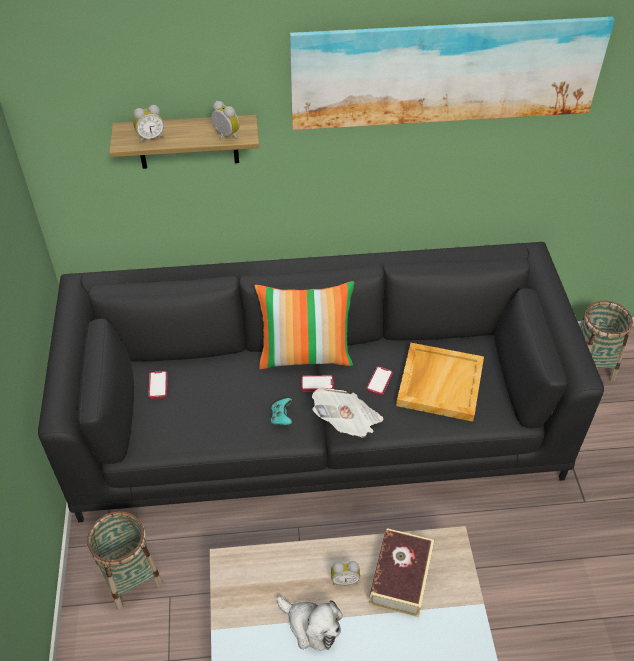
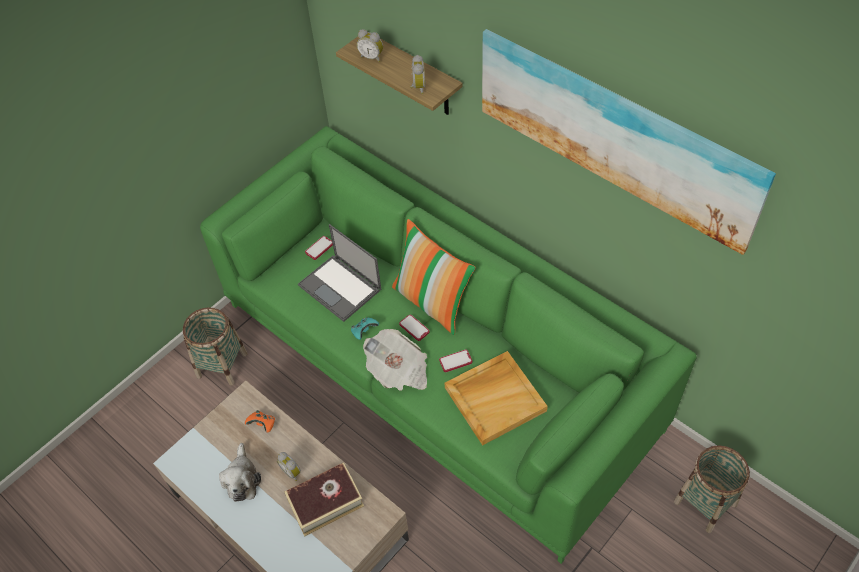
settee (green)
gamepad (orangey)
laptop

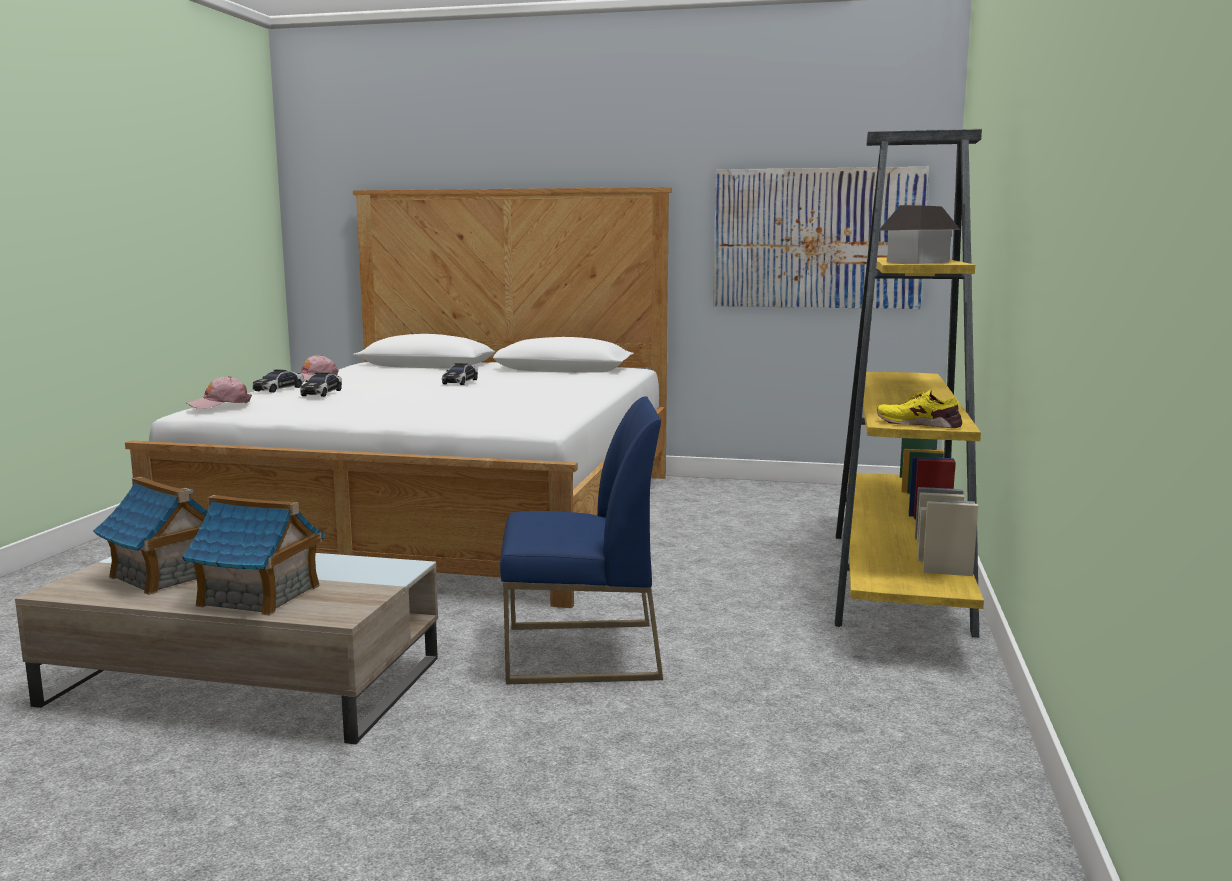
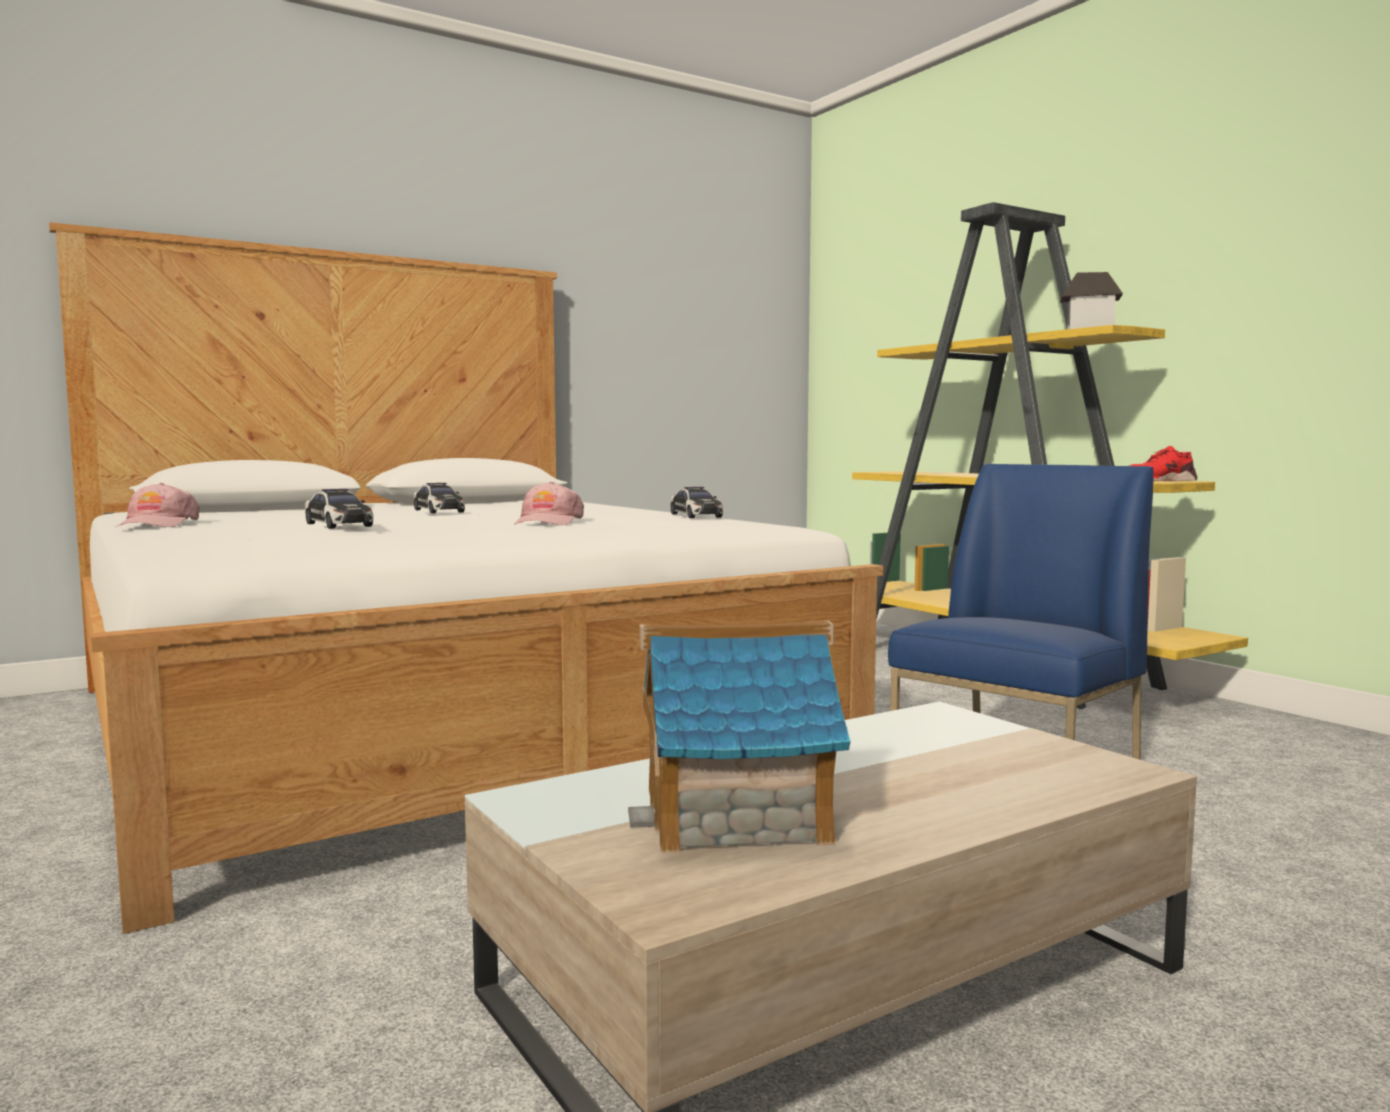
miniature house (no. 2 from left in the first image)
cap (pink-coloured) (no. 2 from left)
miniature car (no. 3 from left)
wall picture
low shoe (red)

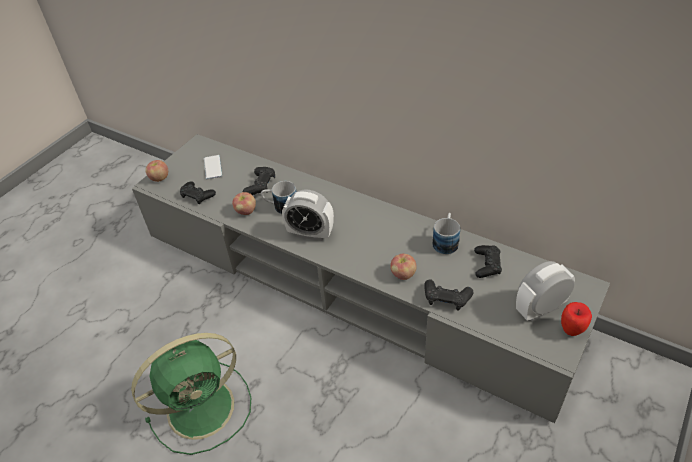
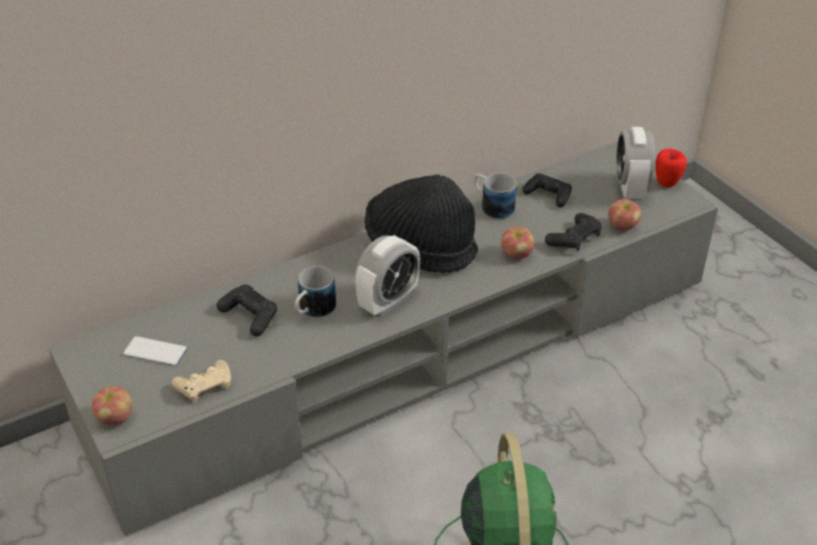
gamepad (beige-coloured)
apple fruit (no. 3 from left)
clothing hat (black)

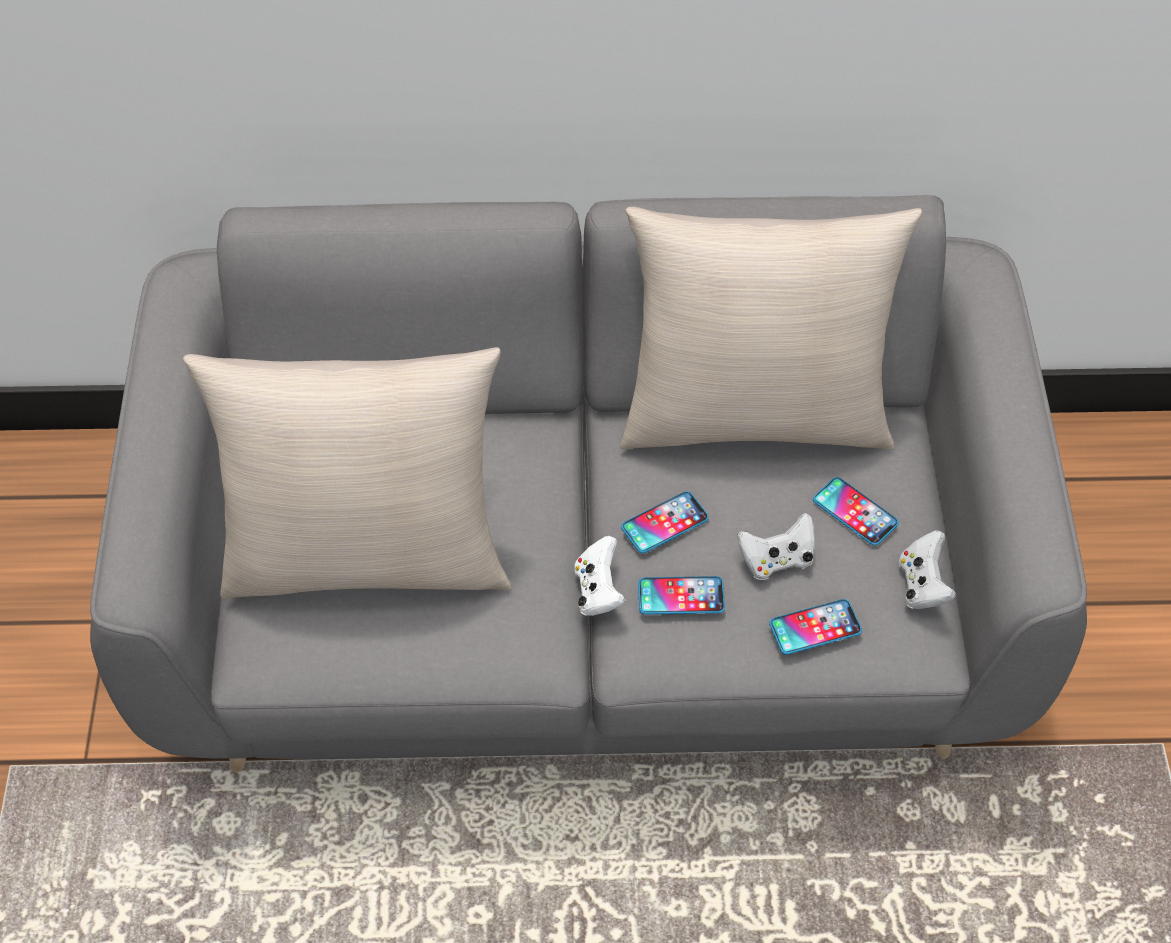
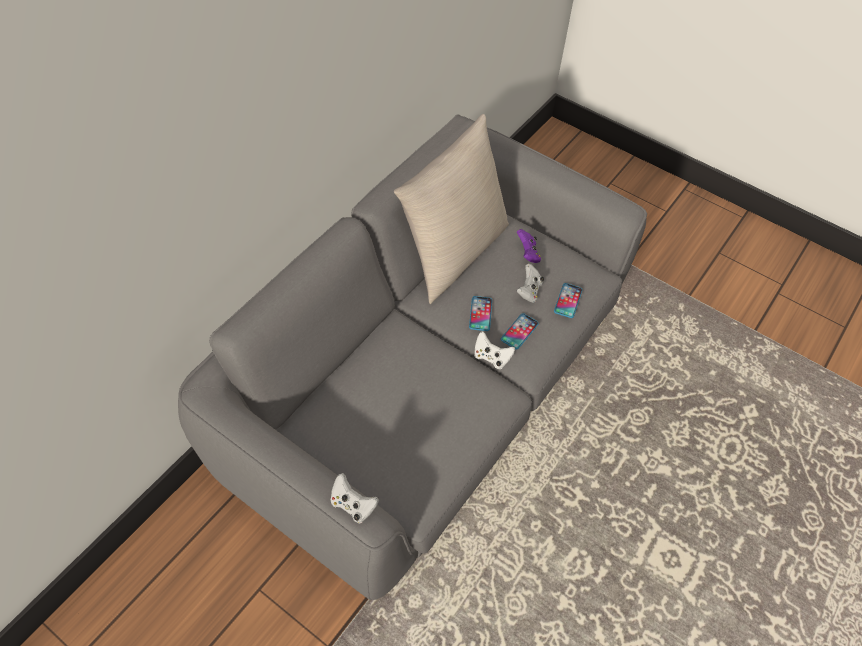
cushion (beige-coloured) (no. 1 from left in the first image)
gamepad (purple-coloured)
gamepad (white-coloured) (no. 1 from left)

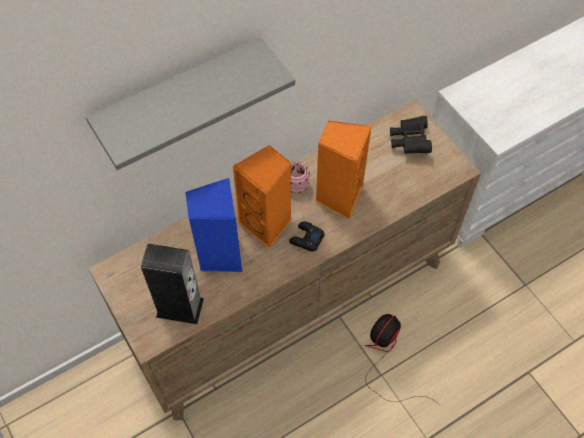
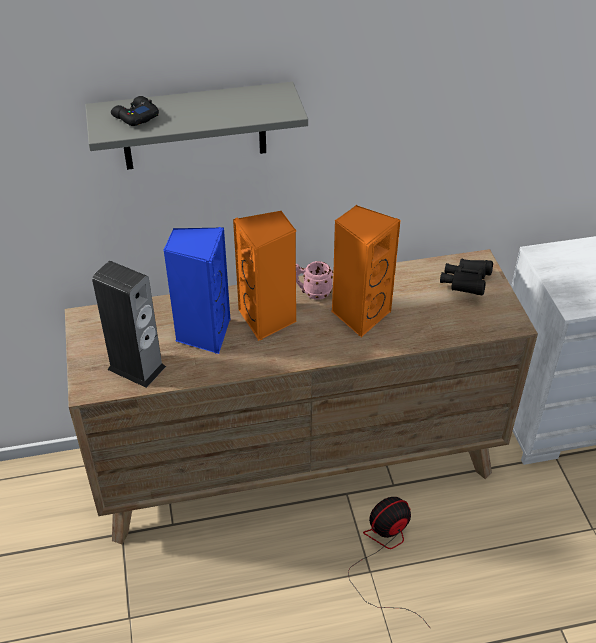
gamepad (black)

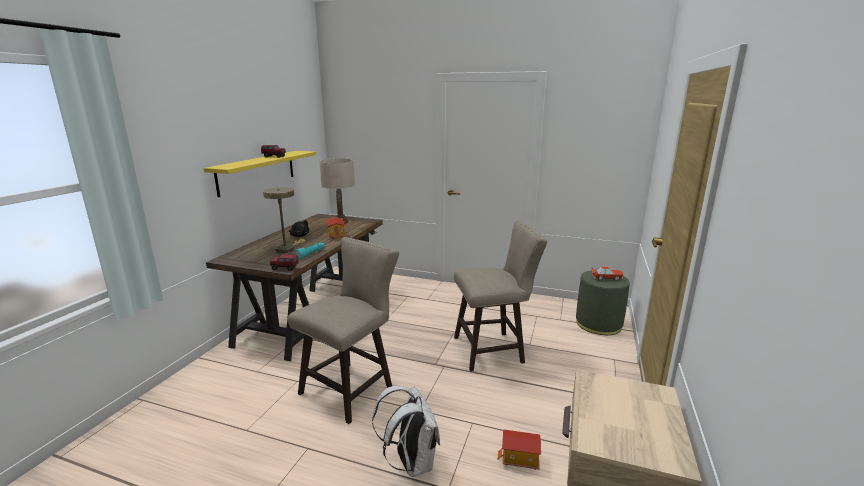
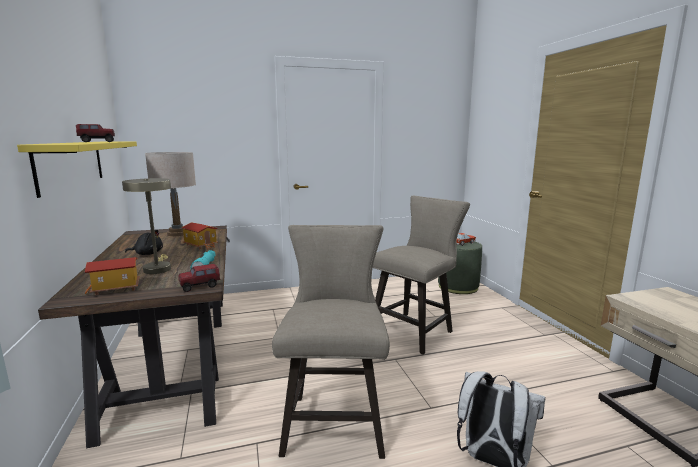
miniature house (no. 1 from left)

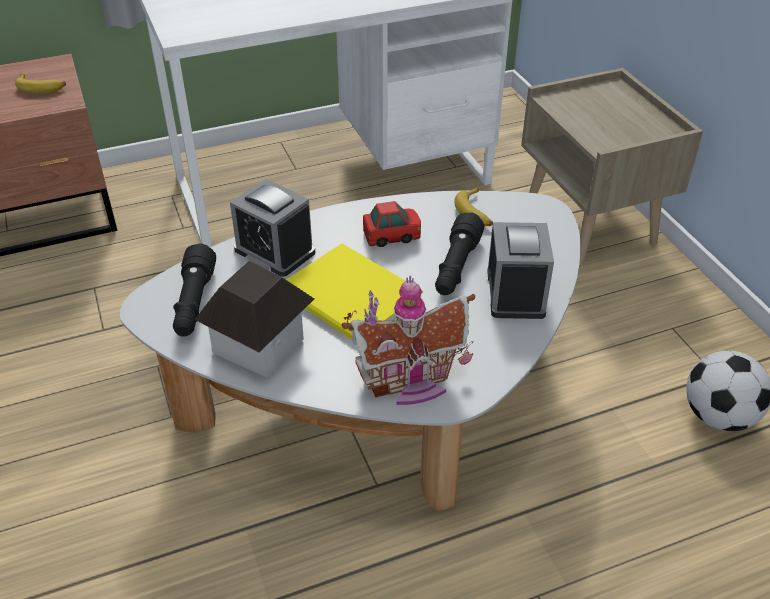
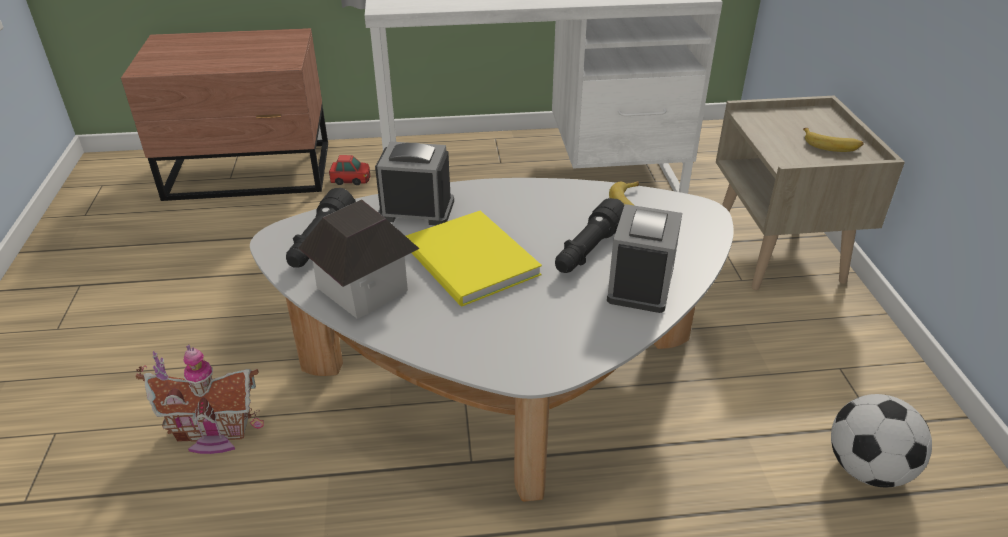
banana (no. 2 from left)
alarm clock (no. 1 from left)
miniature house (no. 1 from left)
miniature car

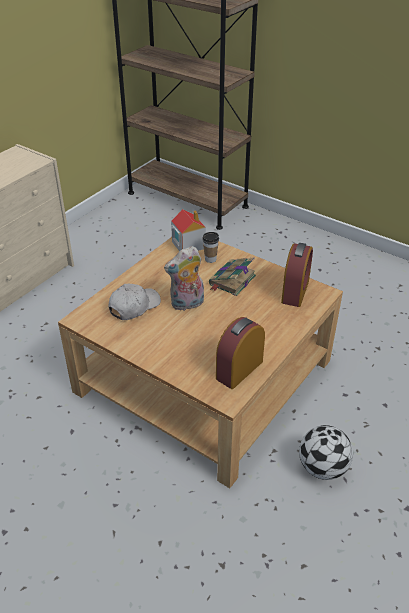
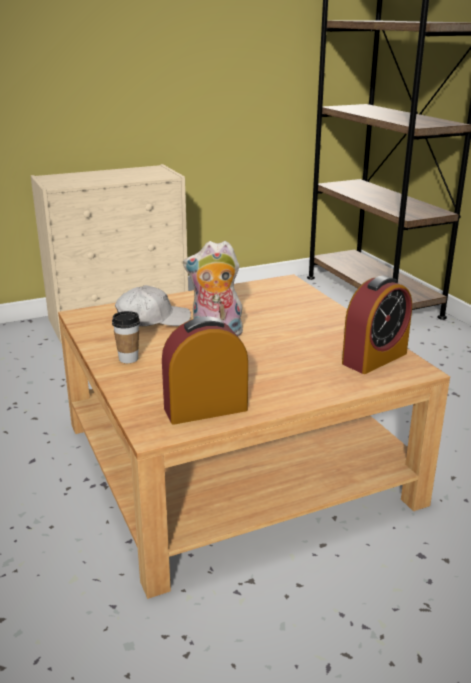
miniature house
drinking cup
bound book
ball for football

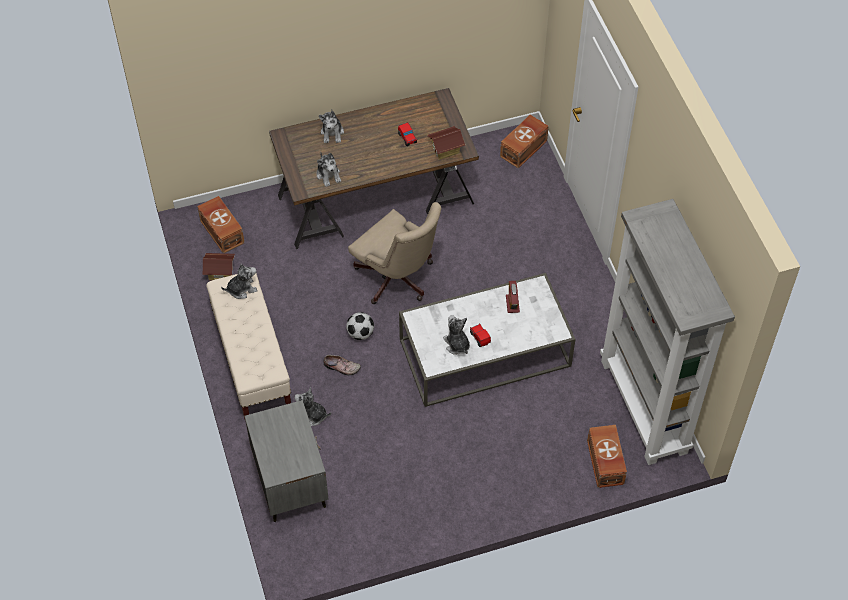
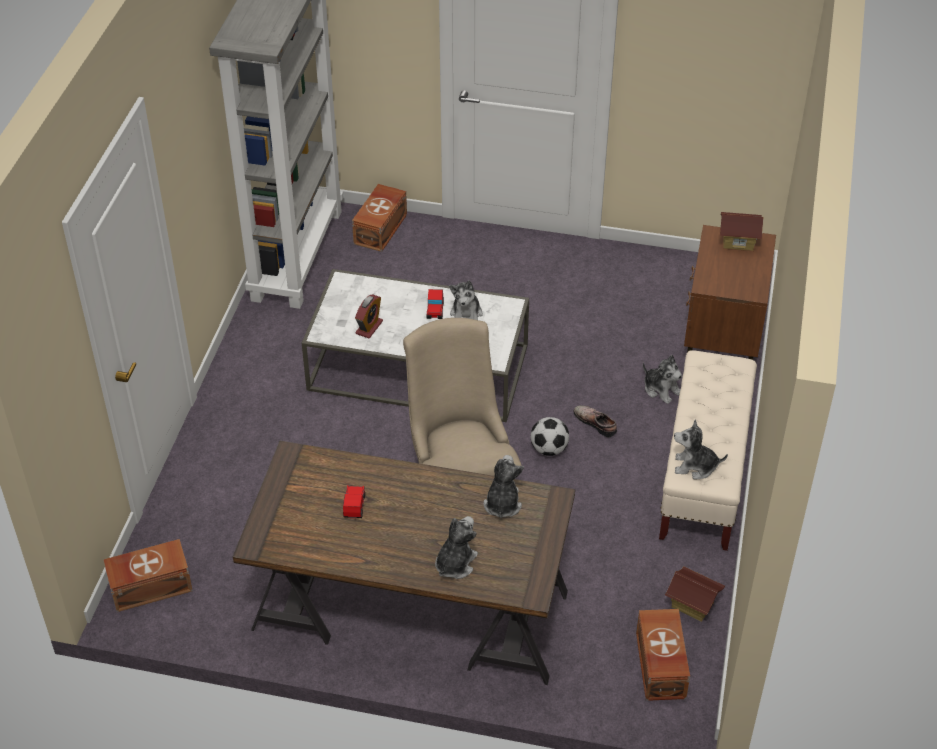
night table (brownish)
miniature house (no. 2 from left)

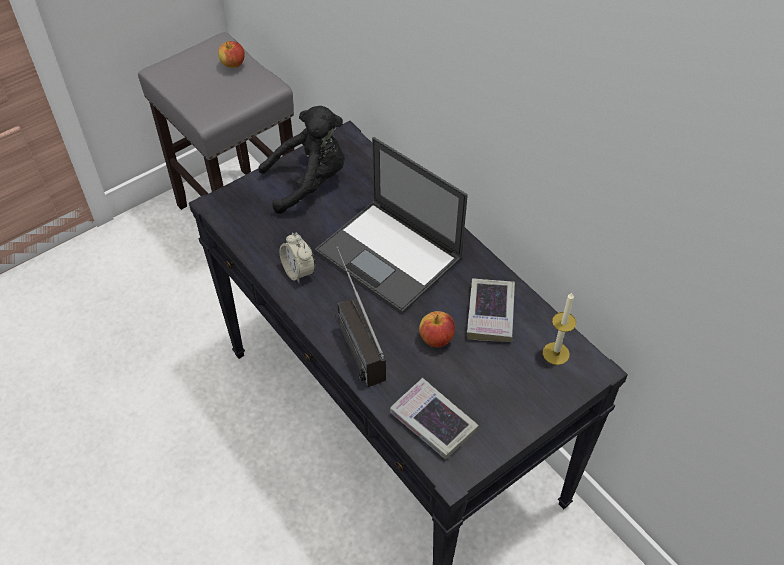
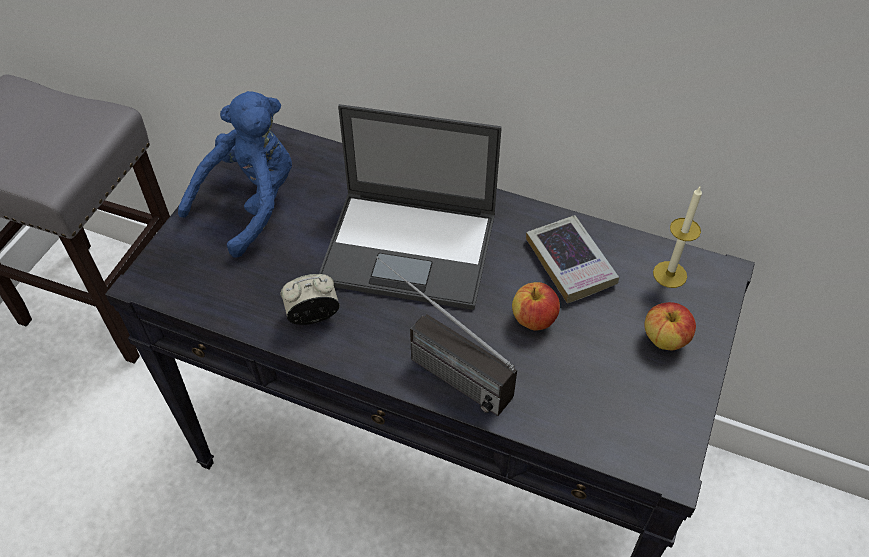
apple fruit (no. 2 from left)
plush toy (blue)
alarm clock
bound book (no. 1 from left in the first image)

